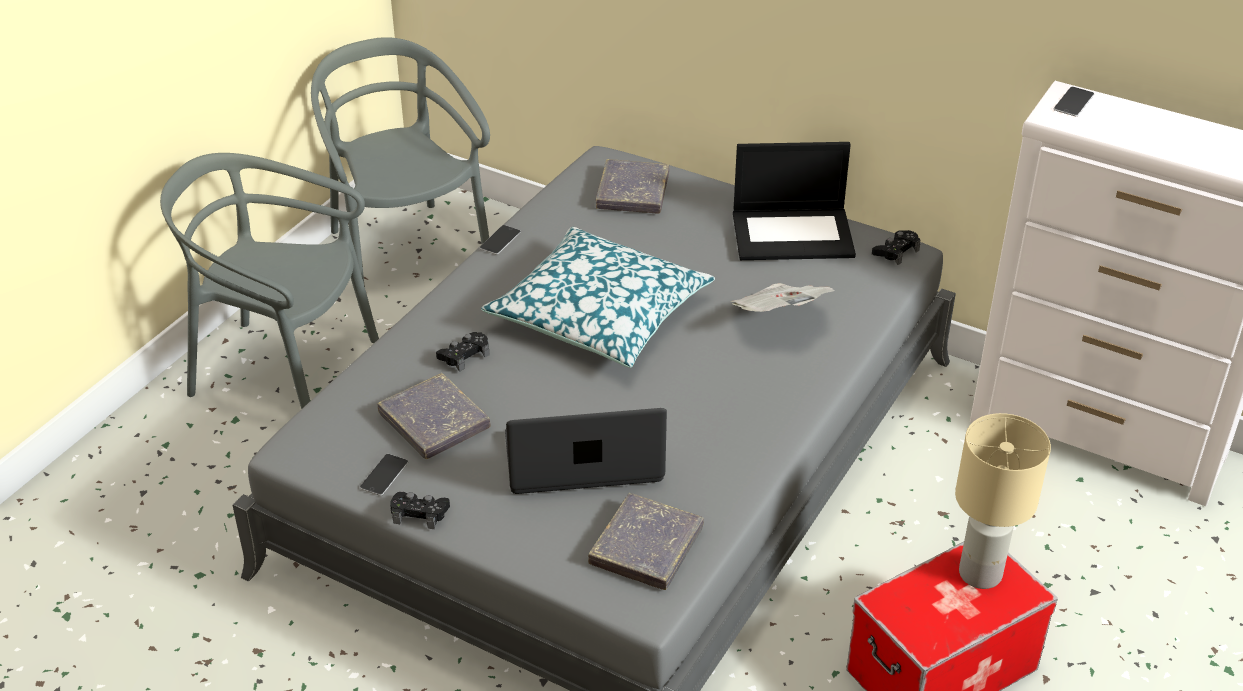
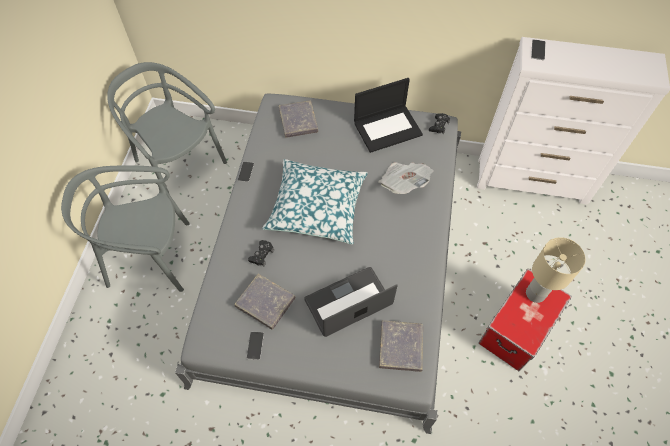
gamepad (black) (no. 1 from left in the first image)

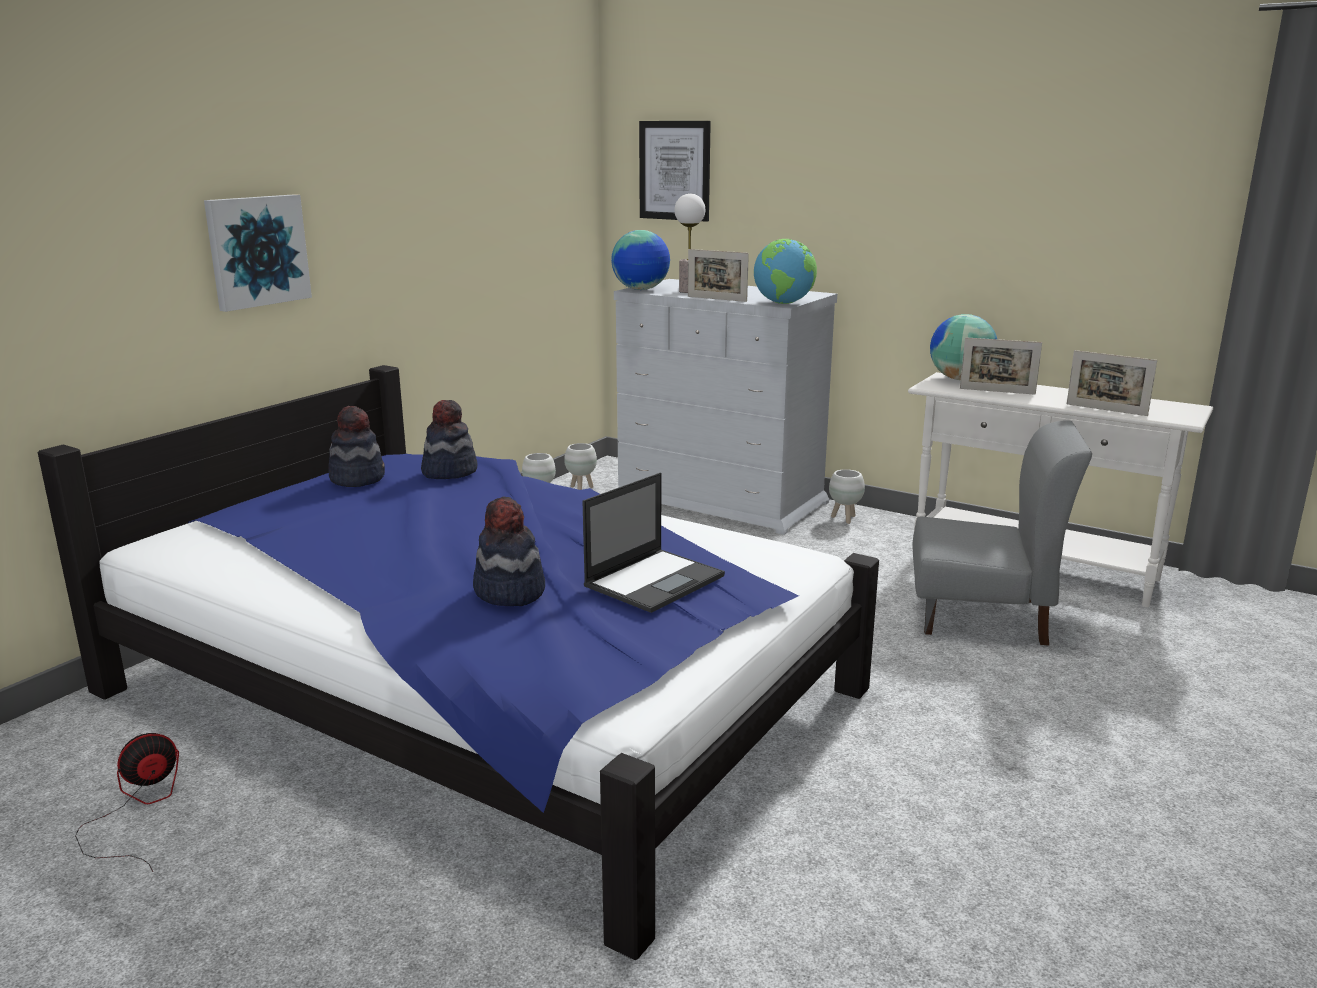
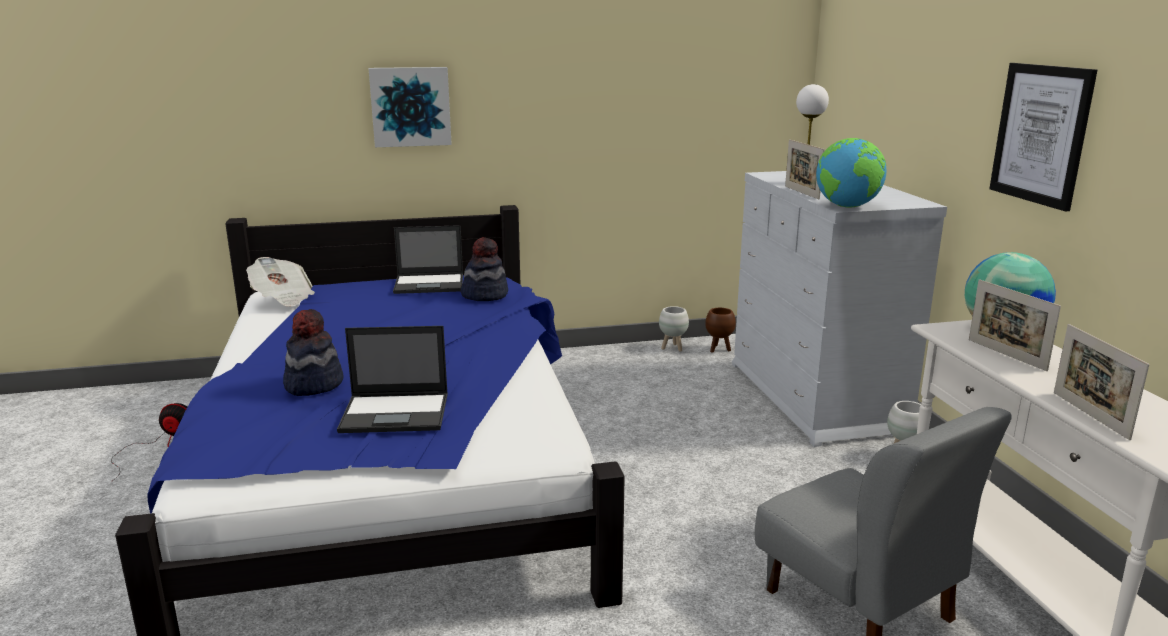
laptop (no. 2 from left)
flower pot (brownish)
desk globe (no. 1 from left in the first image)
wall picture (no. 2 from left)
daily paper

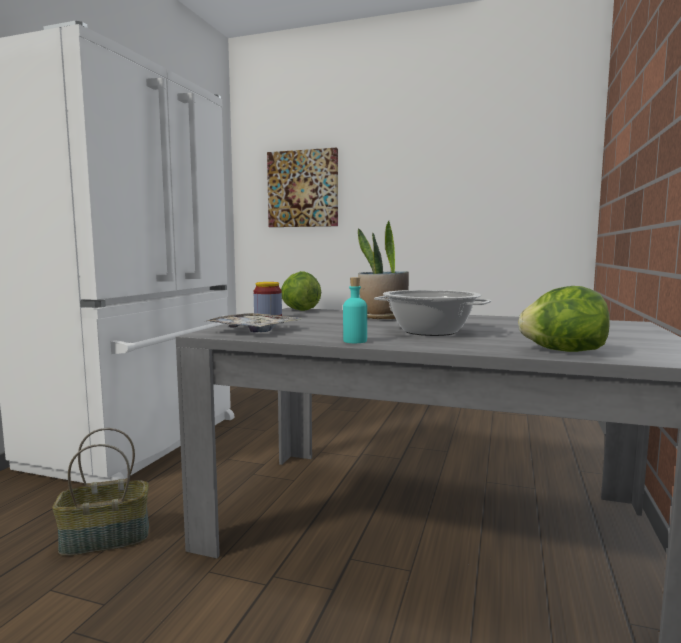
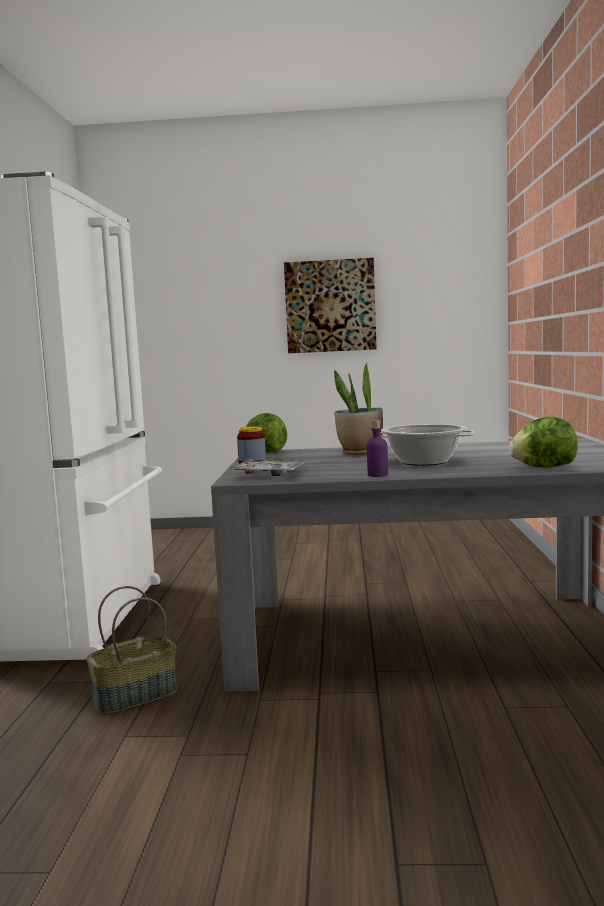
wall picture
beverage bottle (purple-coloured)

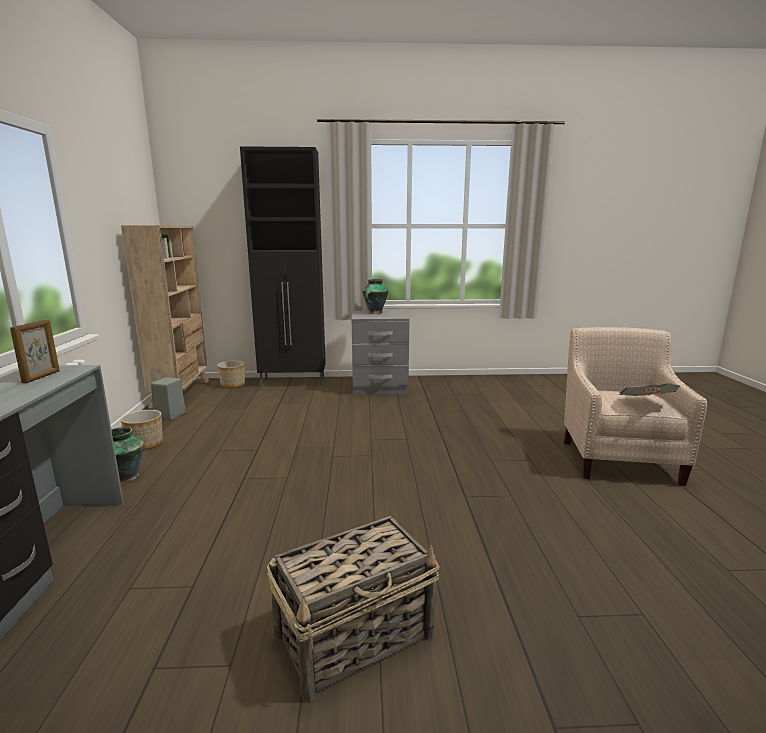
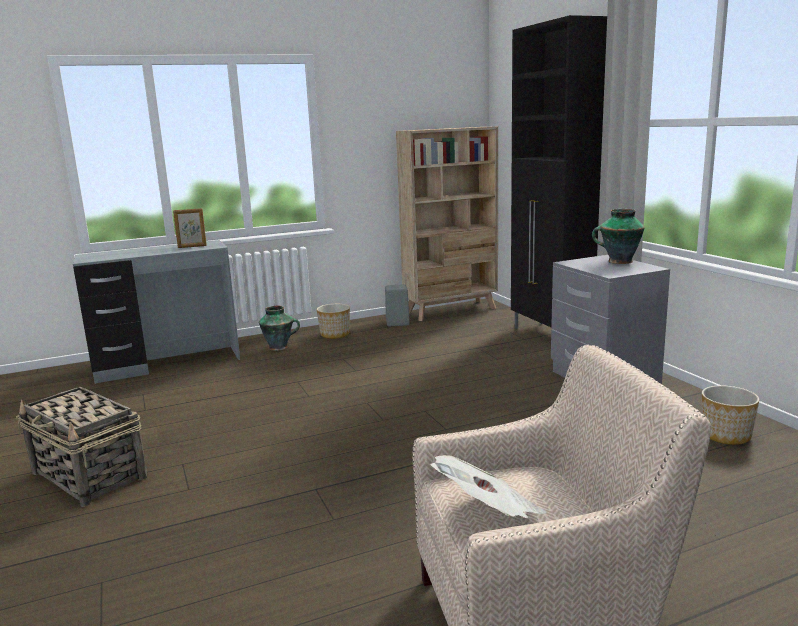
flower pot (no. 2 from left)

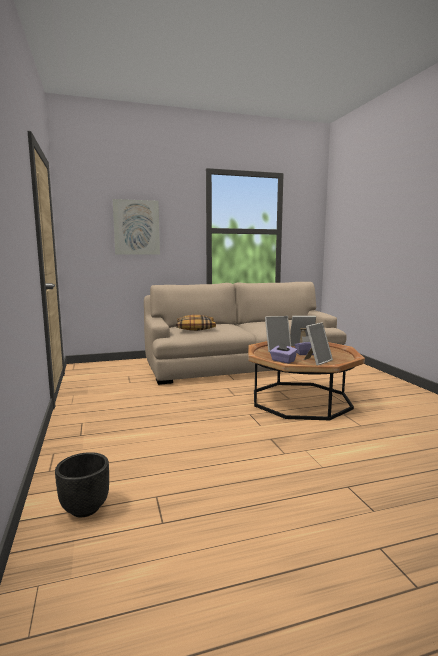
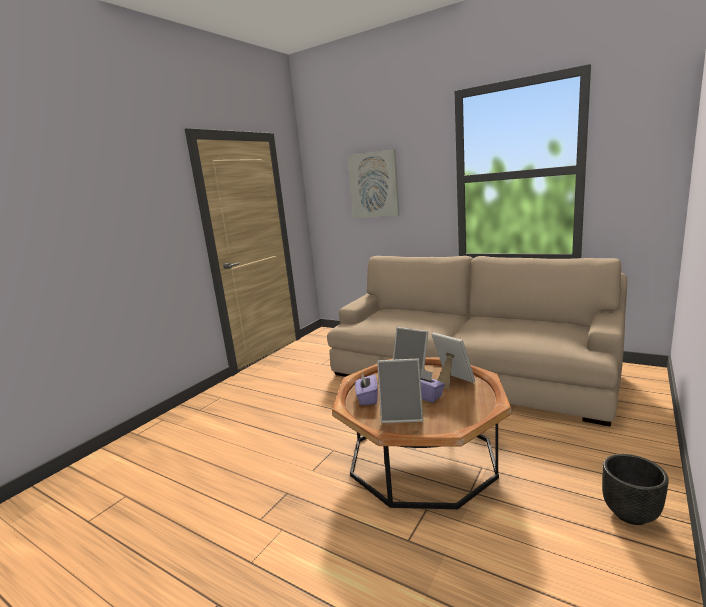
flower pot (black)
cushion

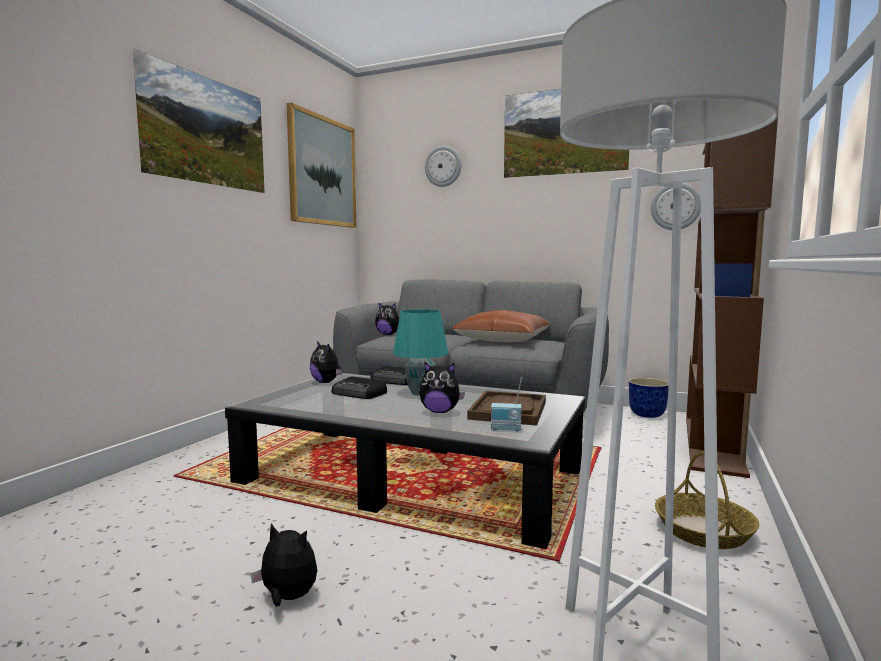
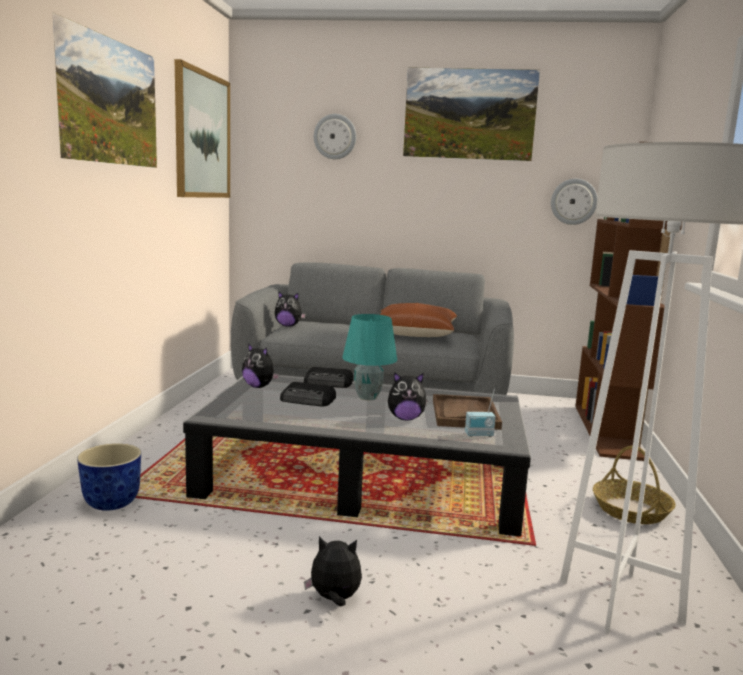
flower pot

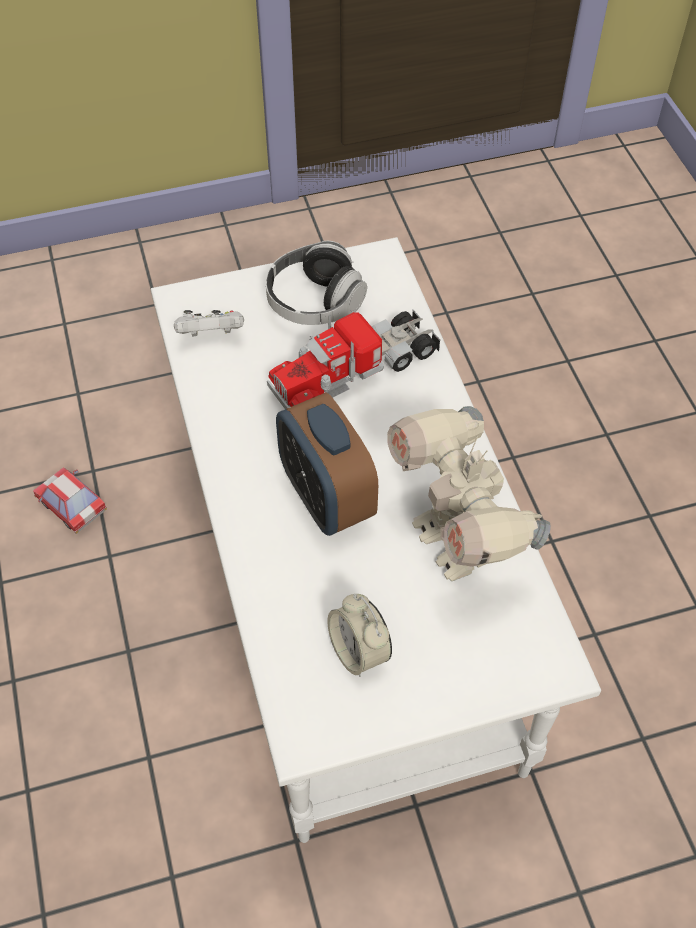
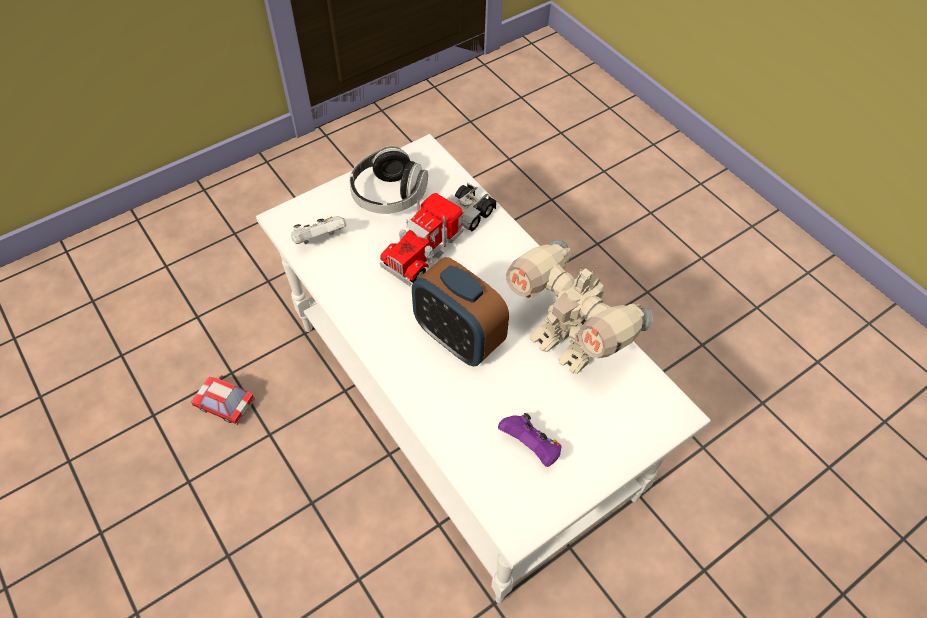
gamepad (purple-coloured)

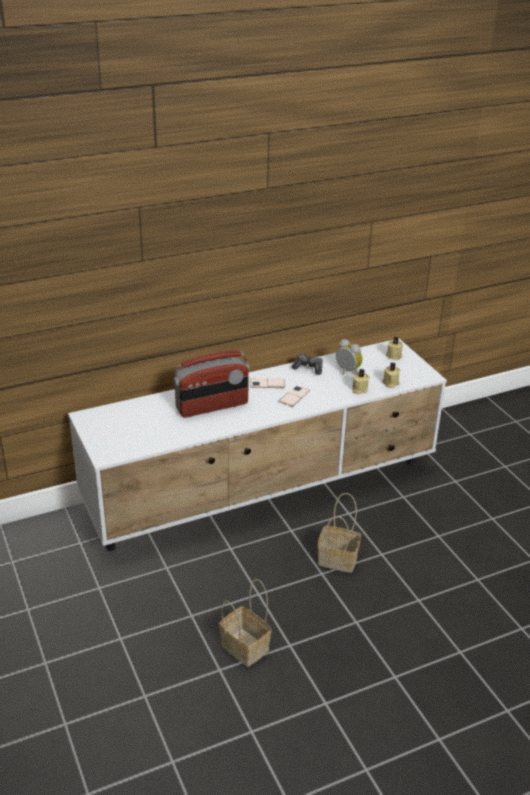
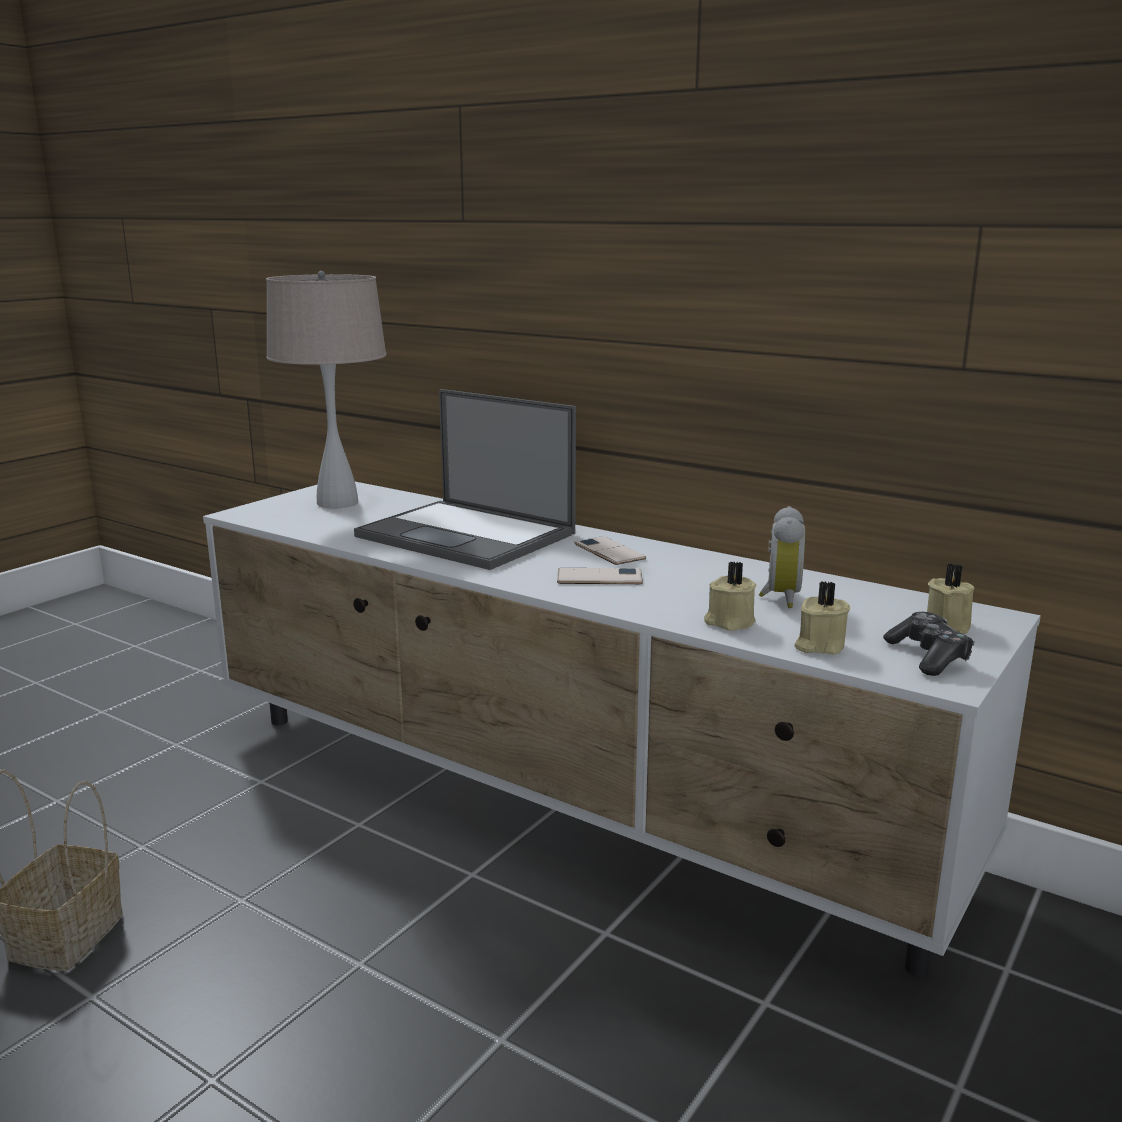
laptop
gamepad
basket (no. 2 from left in the first image)
lamp for a table (beige-coloured)

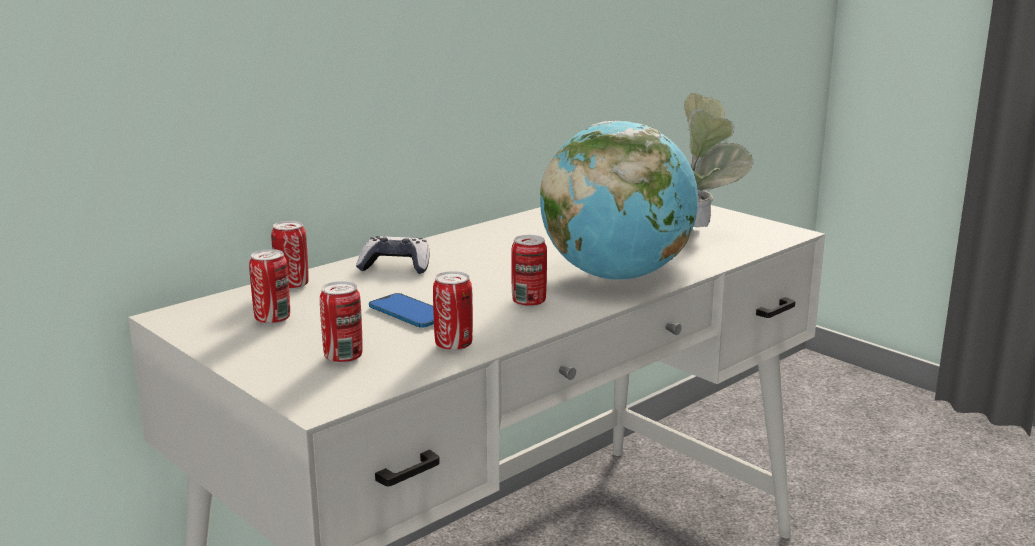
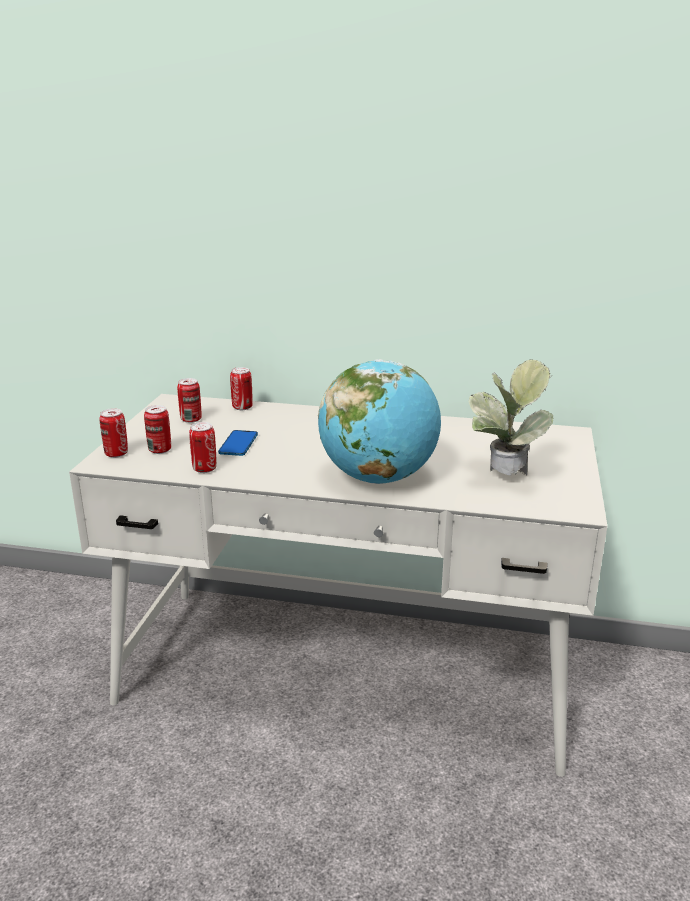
gamepad
sealed can (no. 1 from left)

